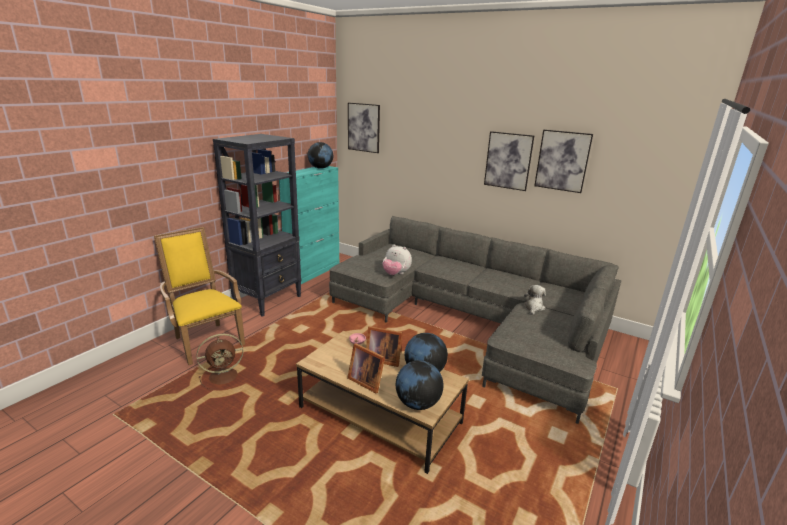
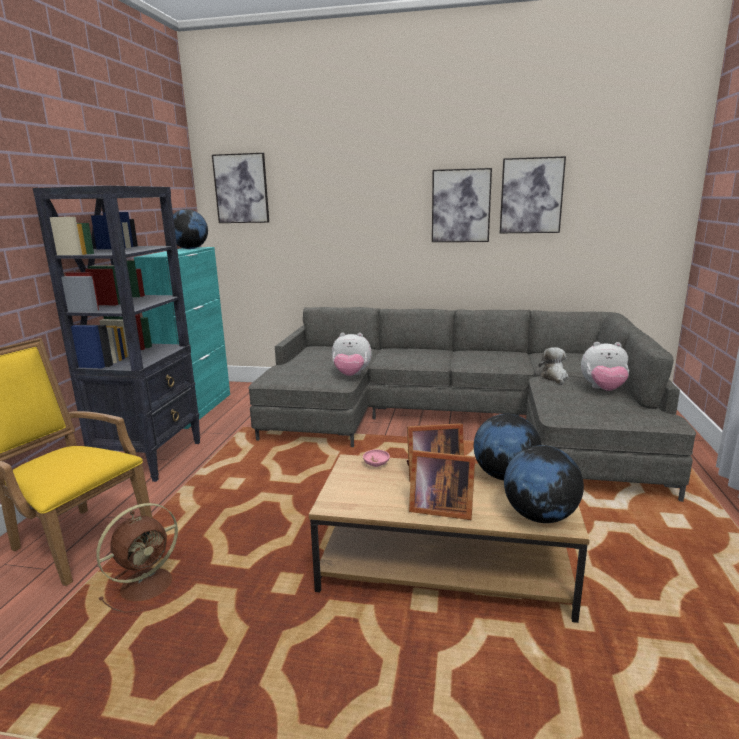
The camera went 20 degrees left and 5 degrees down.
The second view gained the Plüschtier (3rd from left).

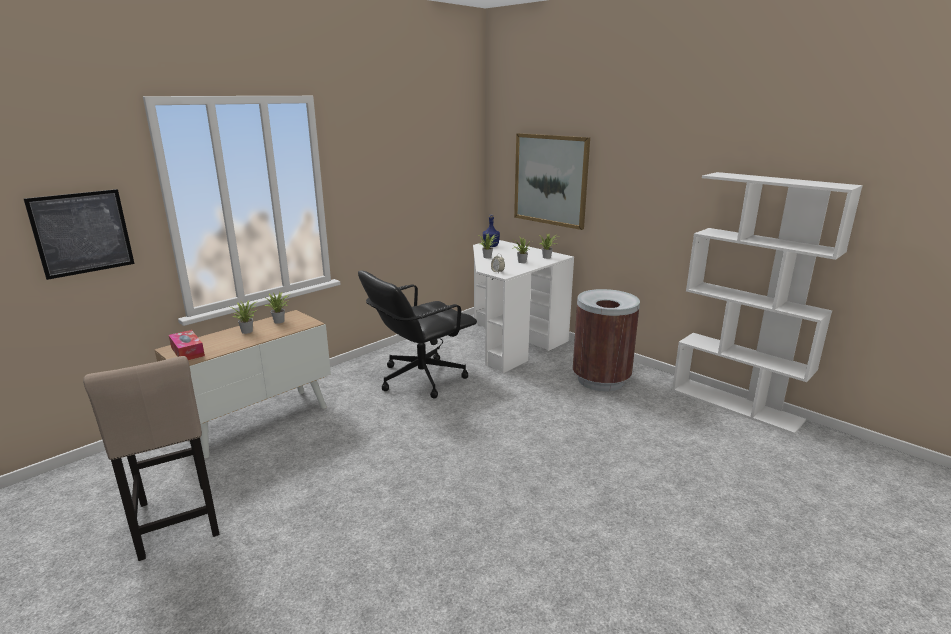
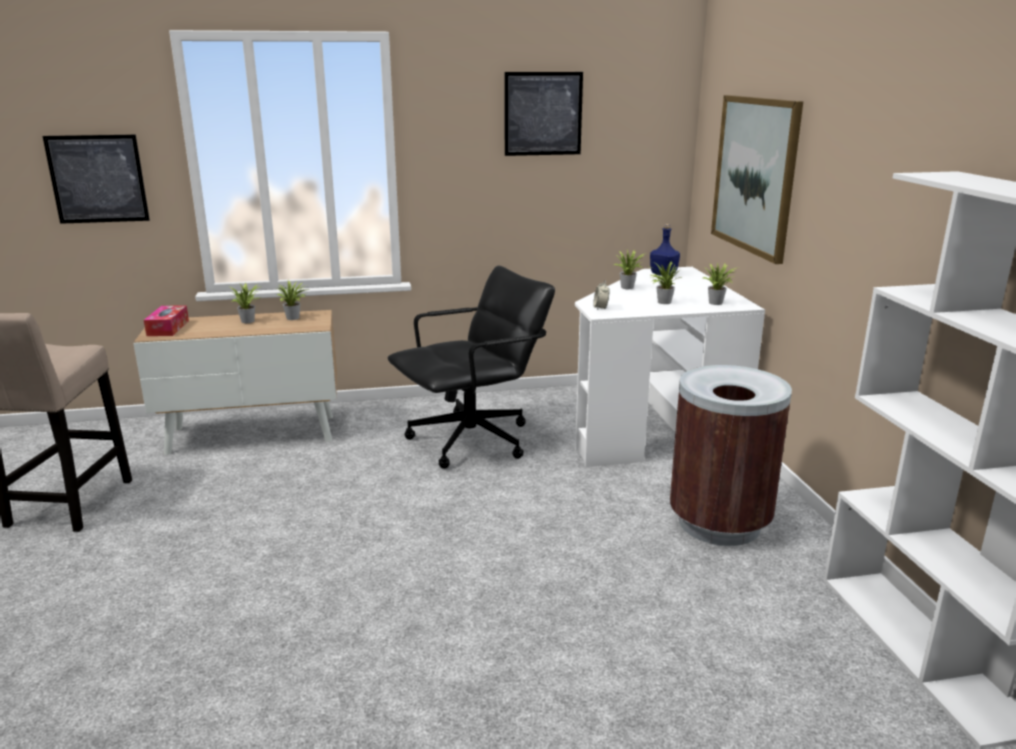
The camera went 35 degrees right and 0 degrees up.
The Bürostuhl/schwarz ended up facing another way, 150 degrees clockwise from before.
The second view gained the Bild (2nd from left).

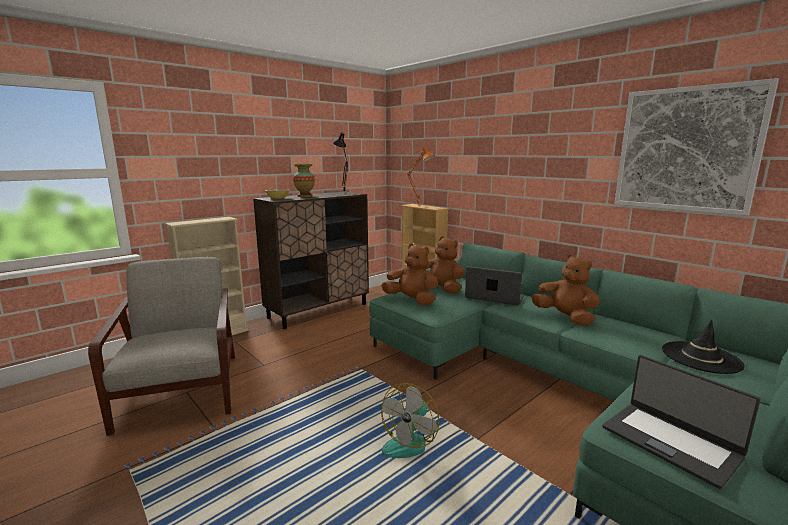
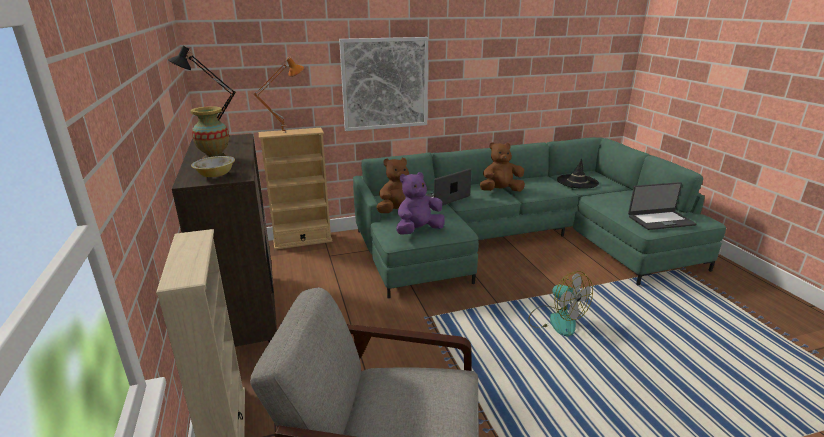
The camera went 65 degrees left and 10 degrees up.
The Bild ended up elsewhere.
What was the Plüschtier/braun (1st from left) turned into the Plüschtier/lila.

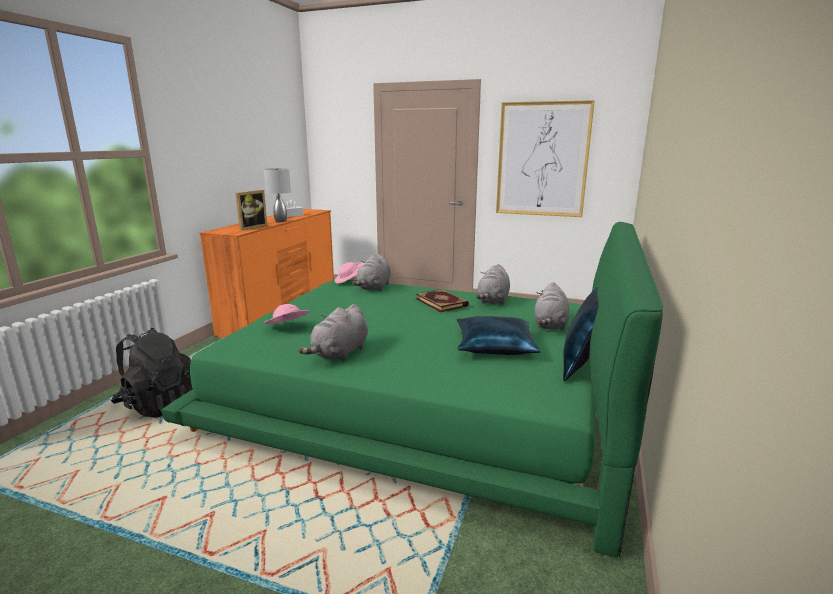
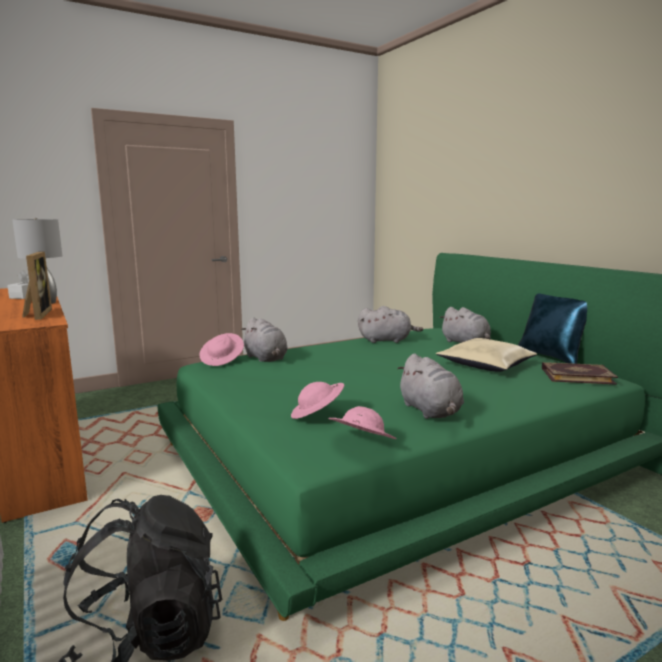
The camera went 50 degrees left and 5 degrees down.
The second view gained the Hut/rosa (3rd from left).
The Plüschtier/grau (3rd from left in the first image) ended up facing another way, 60 degrees counterclockwise from before.
What was the Kissen/blau (1st from left) turned into the Kissen/beige.
The Buch ended up elsewhere.
The second view lost the Bild.

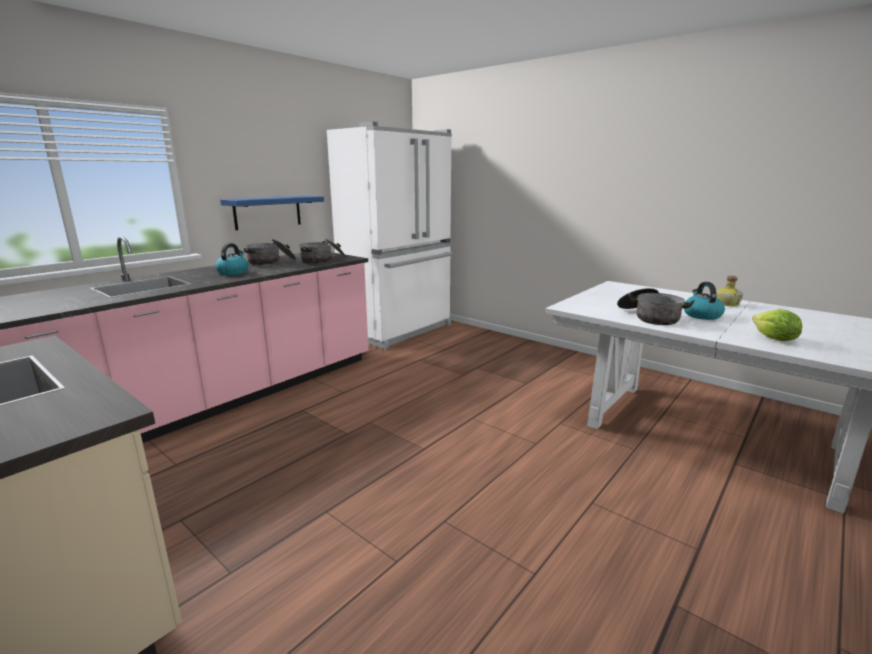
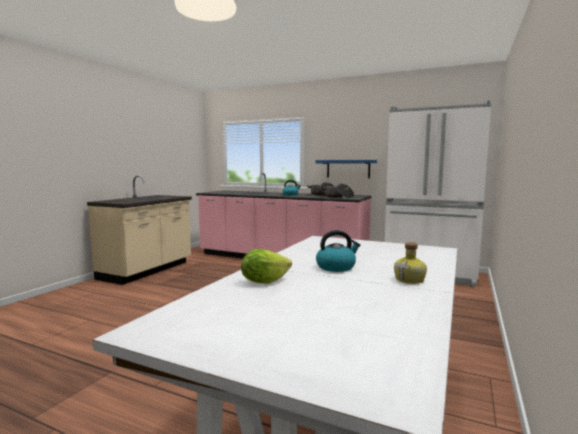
The camera went 75 degrees right and 10 degrees down.
The second view lost the Kochtopf (3rd from left).

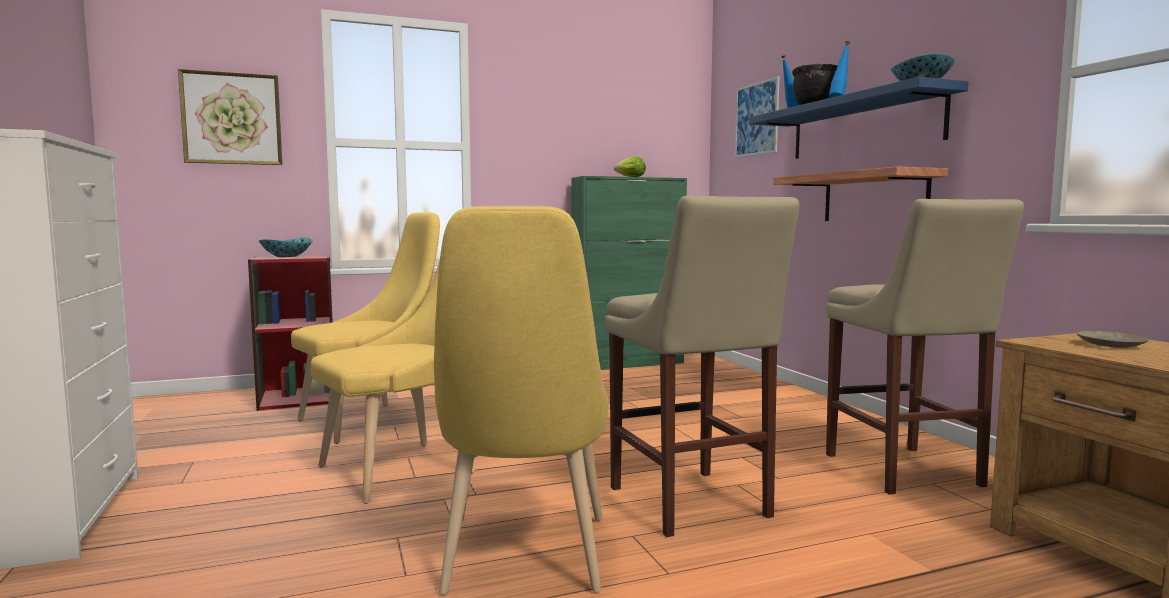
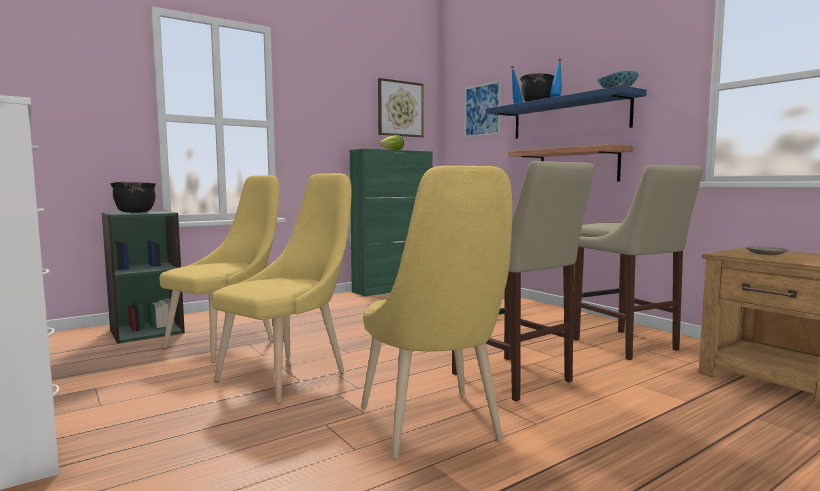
The camera went 15 degrees left and 0 degrees up.
What was the Bücherregal/rot turned into the Bücherregal/grün.
Where the Schüssel (1st from left) stood, the Kochtopf/schwarz (1st from left) came to stand.
The Bild (1st from left) ended up elsewhere.

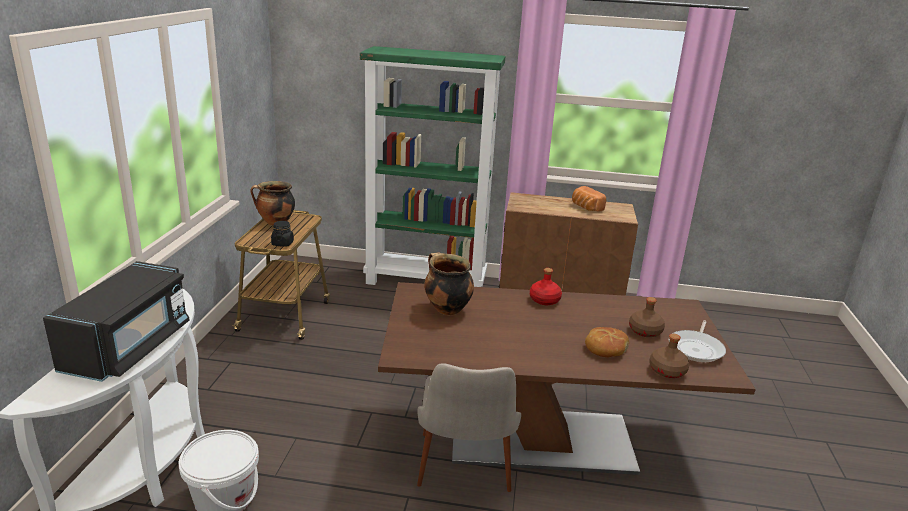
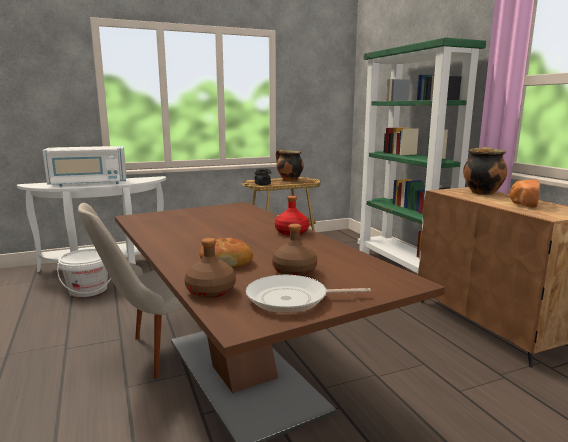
The camera went 60 degrees right and 10 degrees down.
What was the Mikrowelle/schwarz turned into the Mikrowelle/weiß.
The Kochtopf (2nd from left) ended up elsewhere.

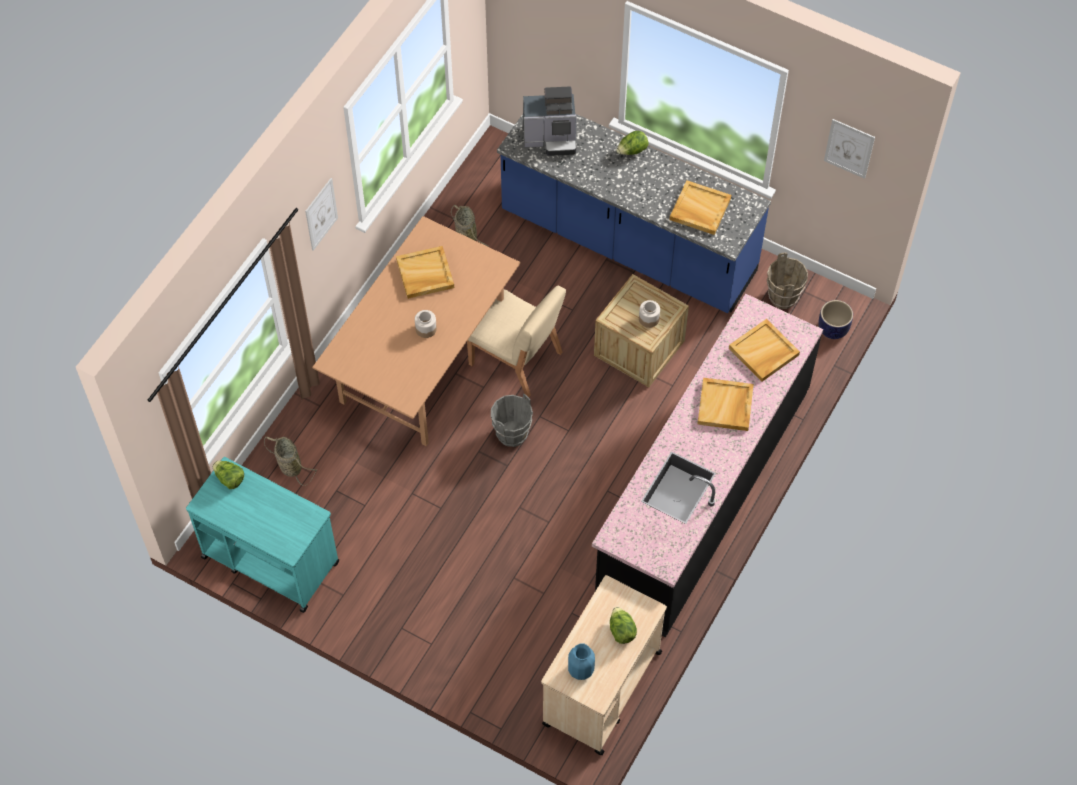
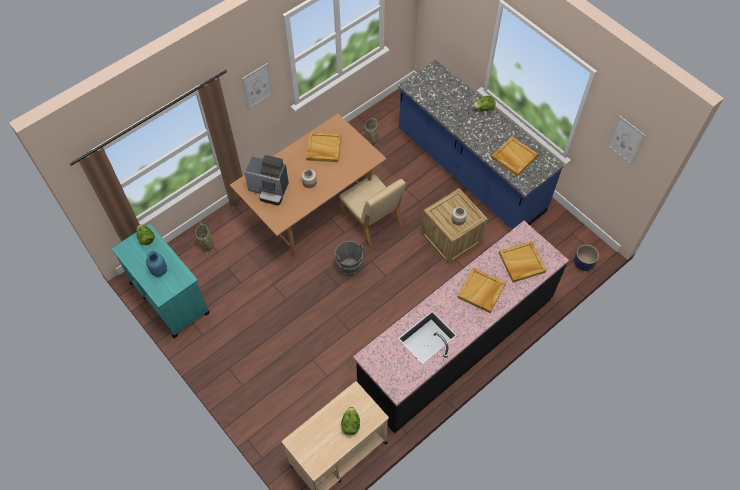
The camera went 20 degrees right and 0 degrees up.
The Vase/blau ended up elsewhere.
The Kaffeemaschine ended up elsewhere.
The second view lost the Eimer/braun.

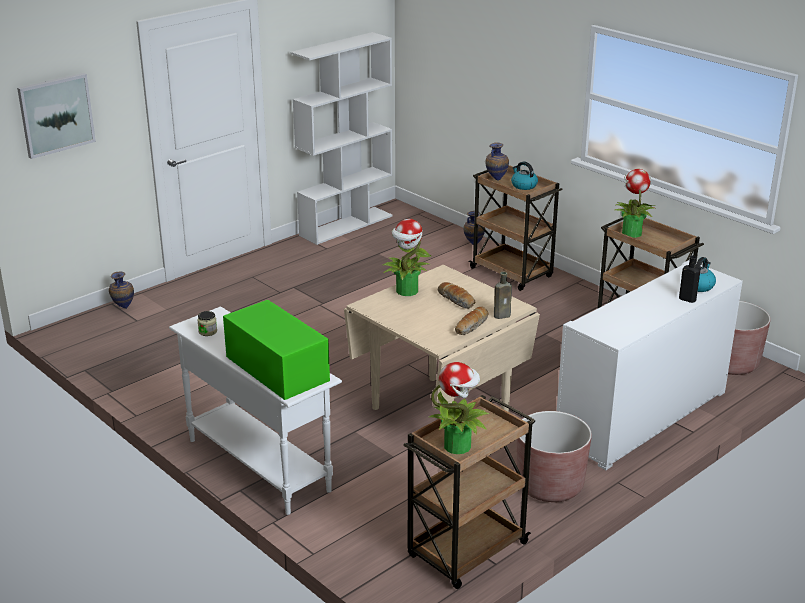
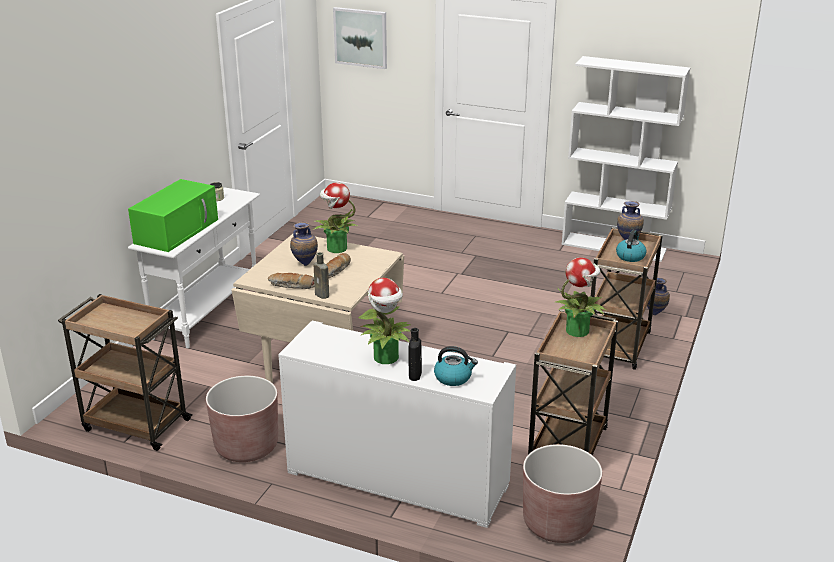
The camera went 65 degrees right and 0 degrees up.
The Vase (1st from left) ended up elsewhere.
The Topfpflanze (2nd from left) ended up elsewhere.

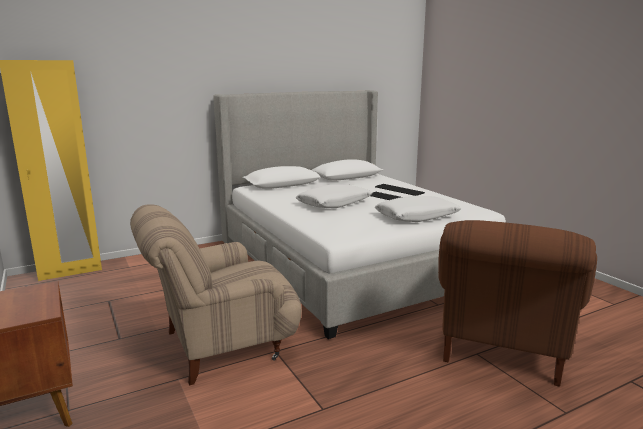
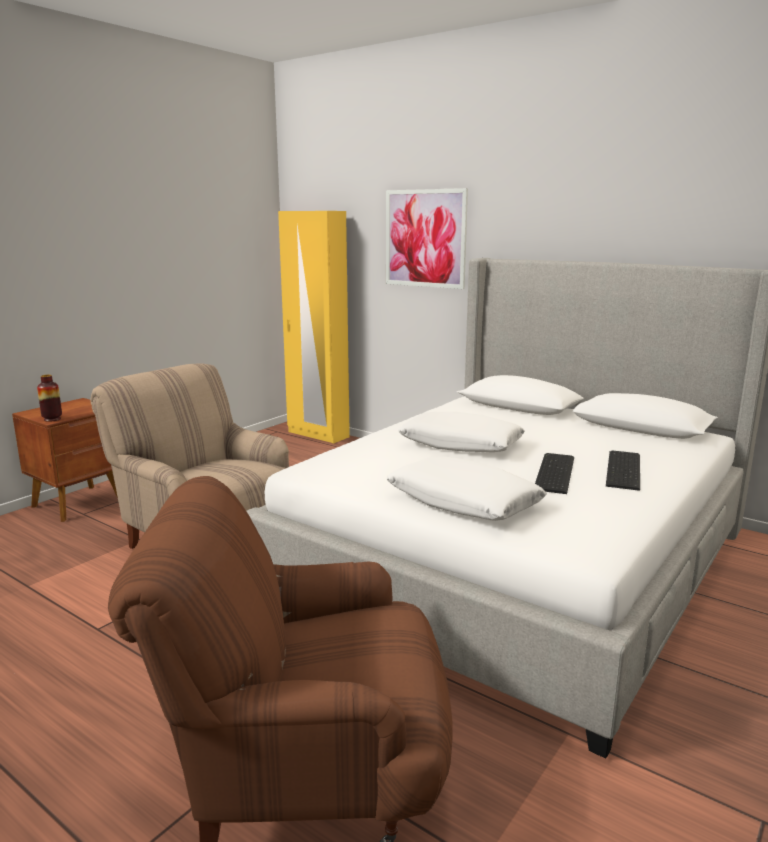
The camera went 65 degrees right and 0 degrees up.
The second view gained the Vase.
The second view gained the Bild.

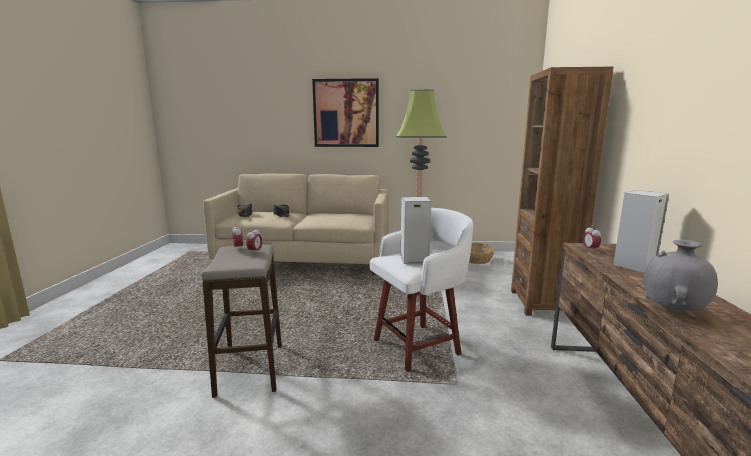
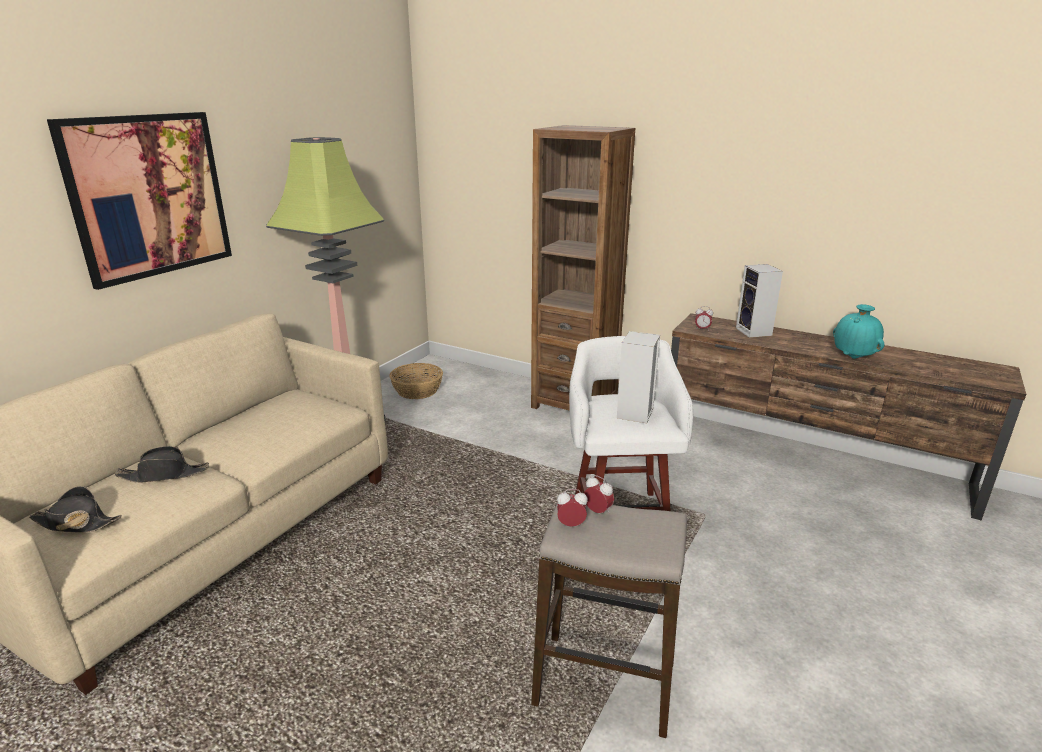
The camera went 65 degrees left and 10 degrees up.
What was the Vase/grau turned into the Vase/türkis.

